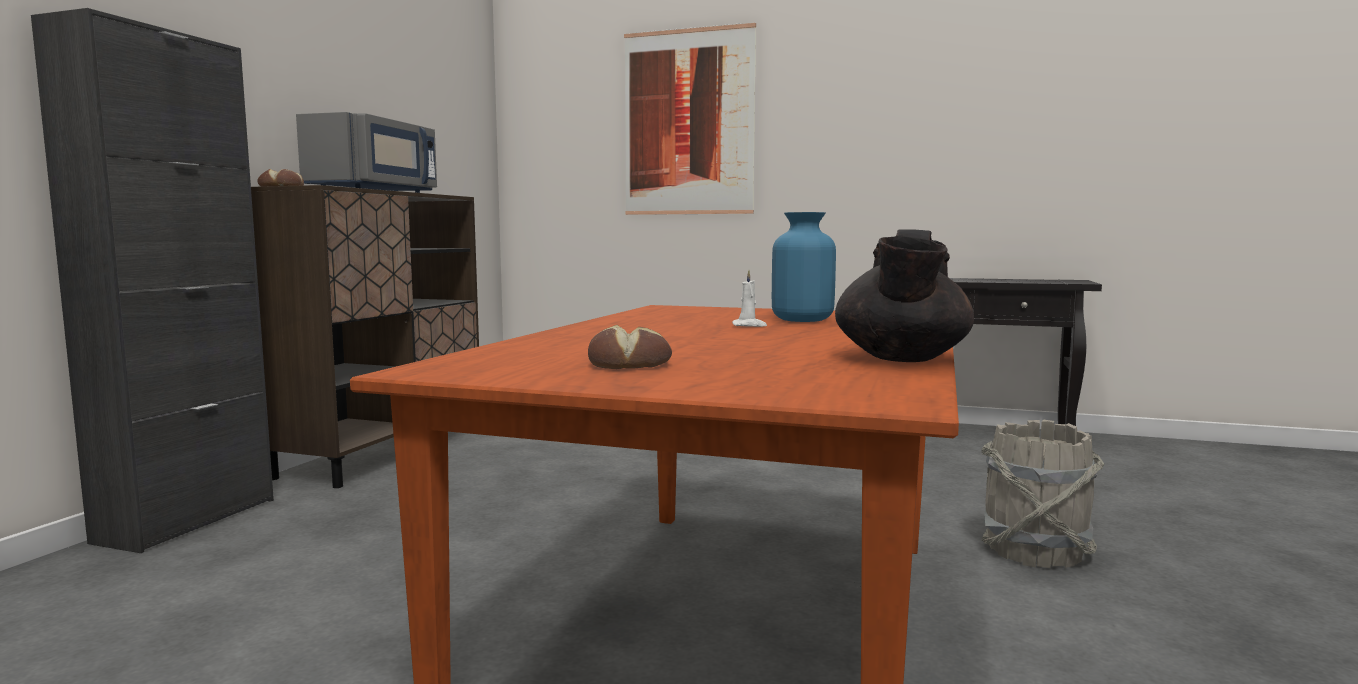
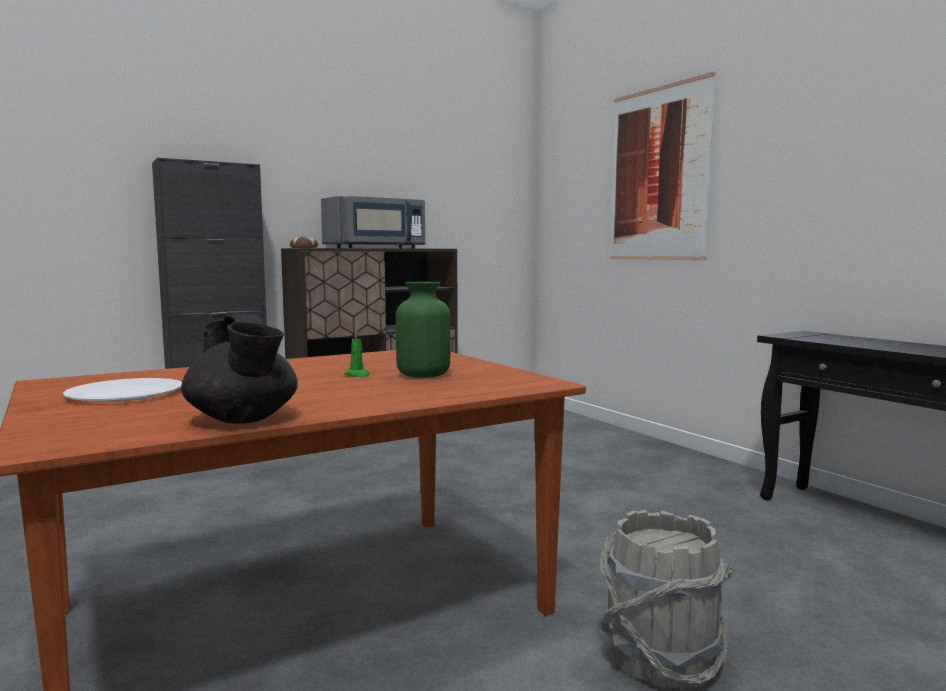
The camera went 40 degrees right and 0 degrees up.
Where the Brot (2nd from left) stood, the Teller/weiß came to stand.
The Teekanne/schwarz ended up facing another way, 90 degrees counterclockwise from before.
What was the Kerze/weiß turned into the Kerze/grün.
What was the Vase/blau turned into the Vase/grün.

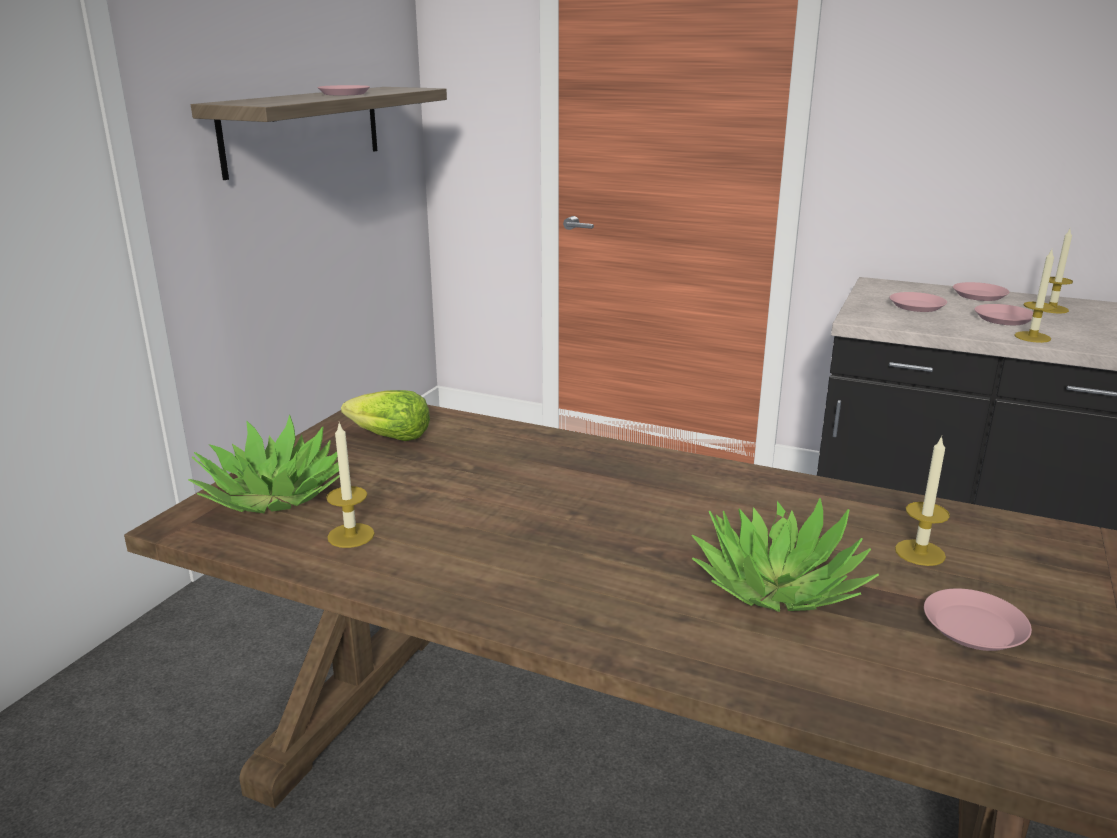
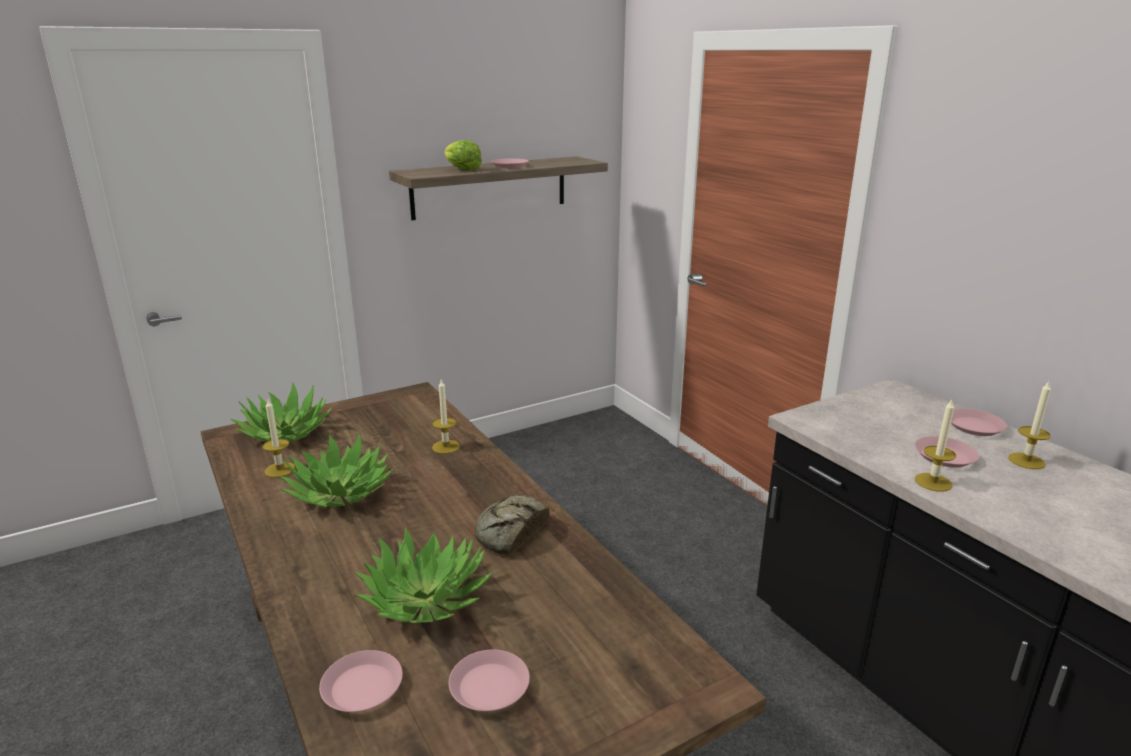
The camera went 35 degrees right and 0 degrees up.
The second view gained the Topfpflanze (2nd from left).
The Teller/rosa (2nd from left in the first image) ended up elsewhere.
The Kerze (2nd from left) ended up elsewhere.
The Salatkopf ended up elsewhere.
The second view gained the Brot.

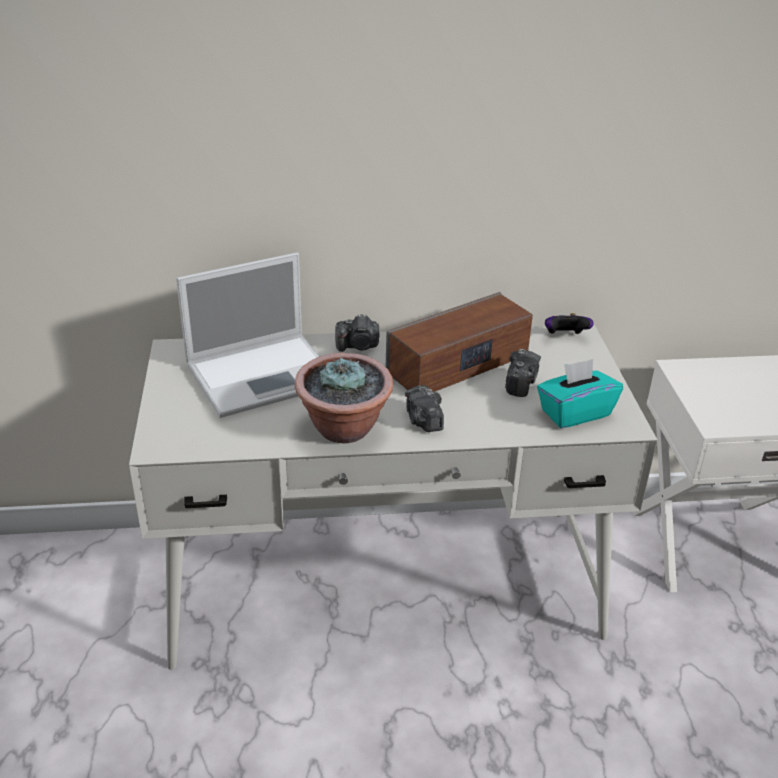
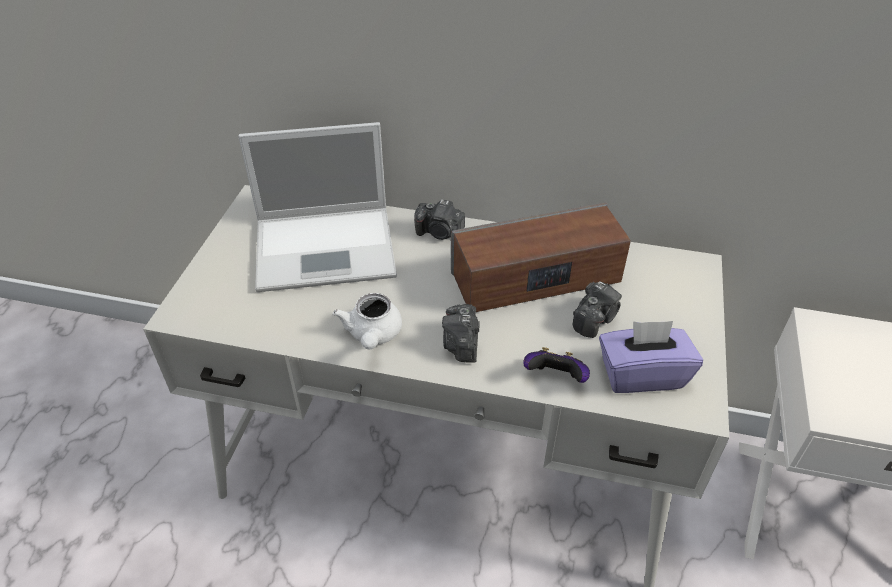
The camera went 20 degrees right and 10 degrees up.
Where the Topfpflanze stood, the Teekanne/weiß came to stand.
The Gamepad ended up elsewhere.
What was the Taschentuchbox/türkis turned into the Taschentuchbox/lila.

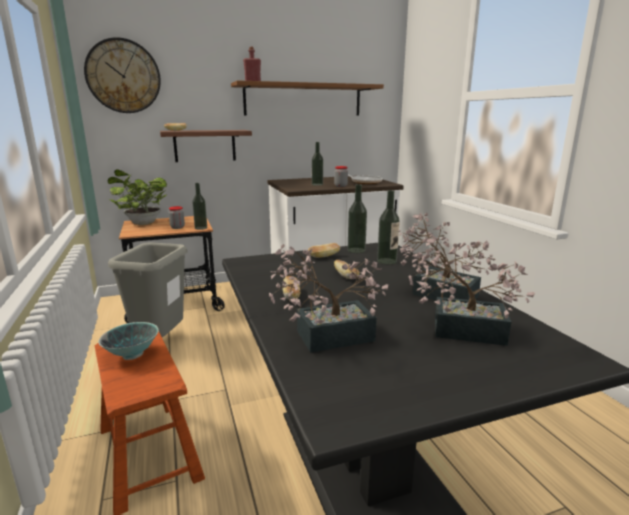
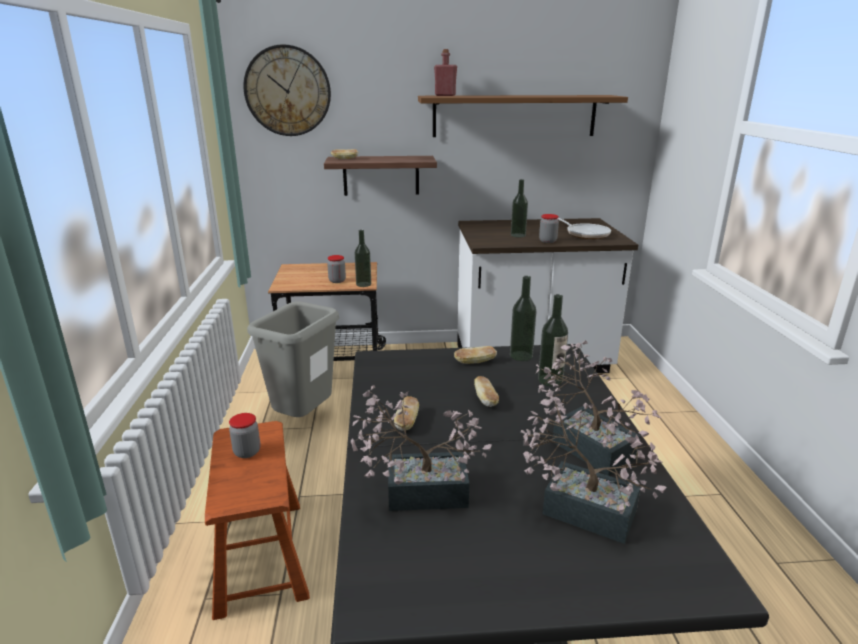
The camera went 15 degrees right and 5 degrees up.
Where the Schüssel stood, the Vorratsglas (1st from left) came to stand.
The second view lost the Topfpflanze (1st from left).

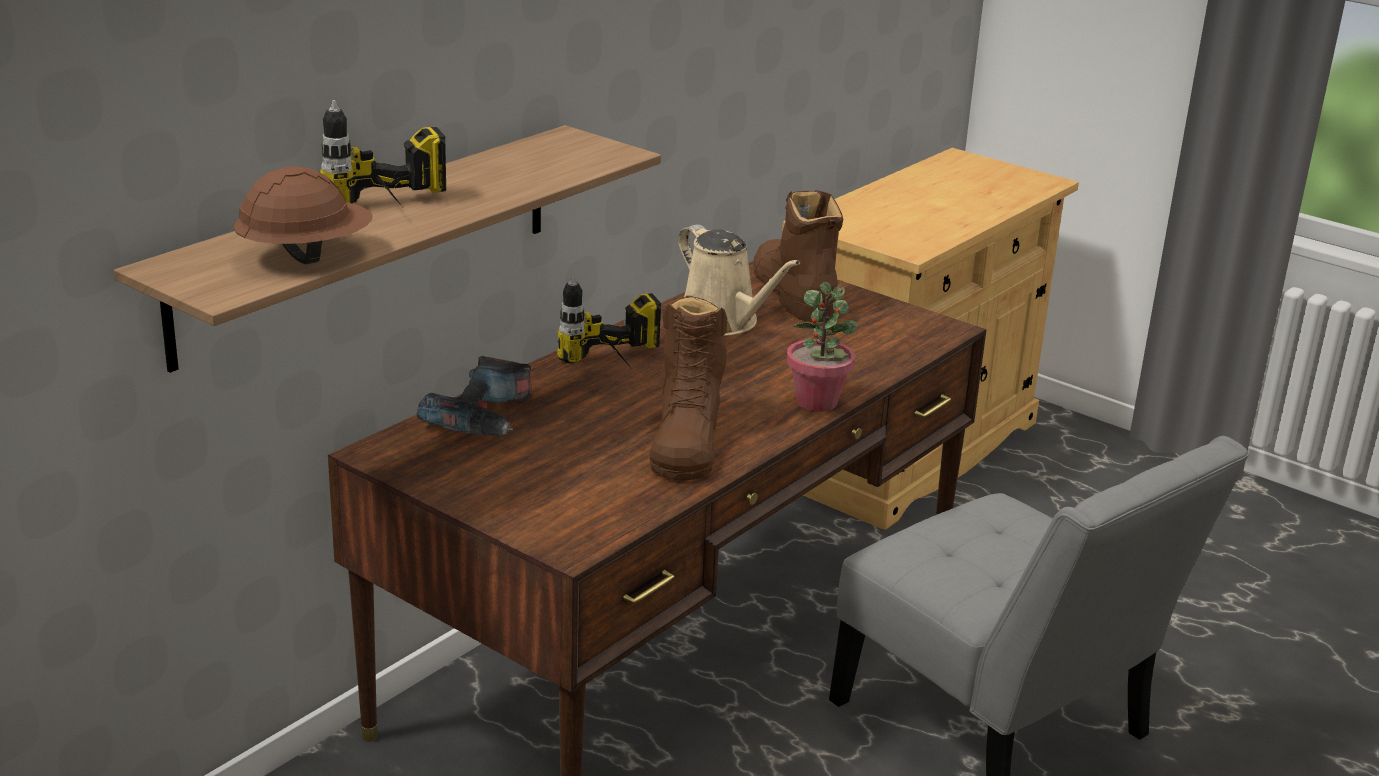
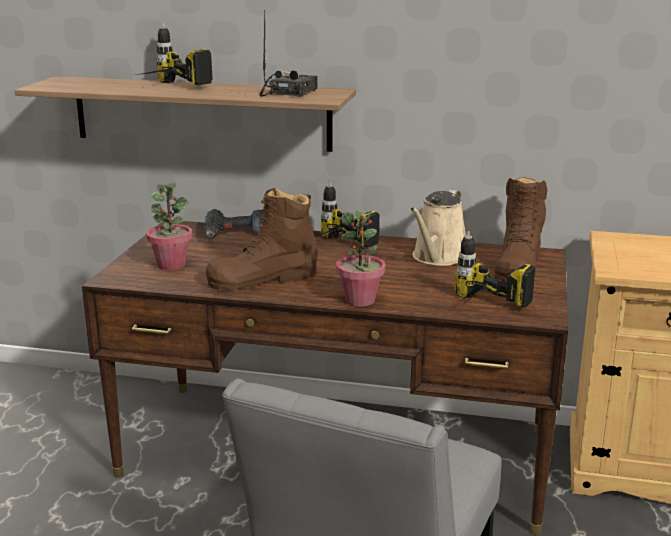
The camera went 65 degrees right and 5 degrees down.
The second view gained the Topfpflanze (1st from left).
The second view gained the Radio.
The second view gained the Bohrmaschine (4th from left).
The Stiefel/braun (2nd from left) ended up facing another way, 150 degrees clockwise from before.
The second view lost the Schutzhelm/braun.

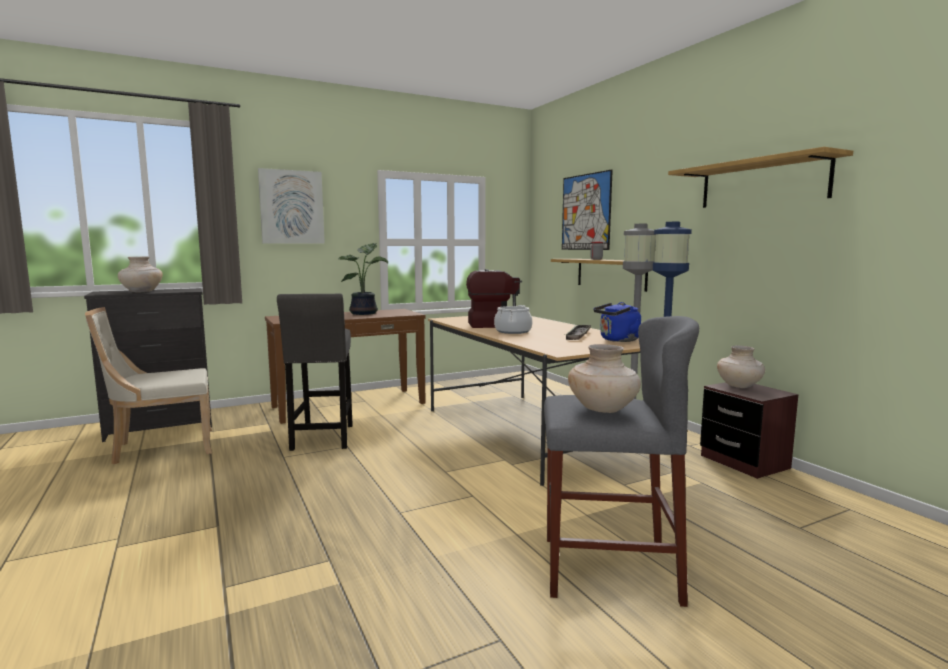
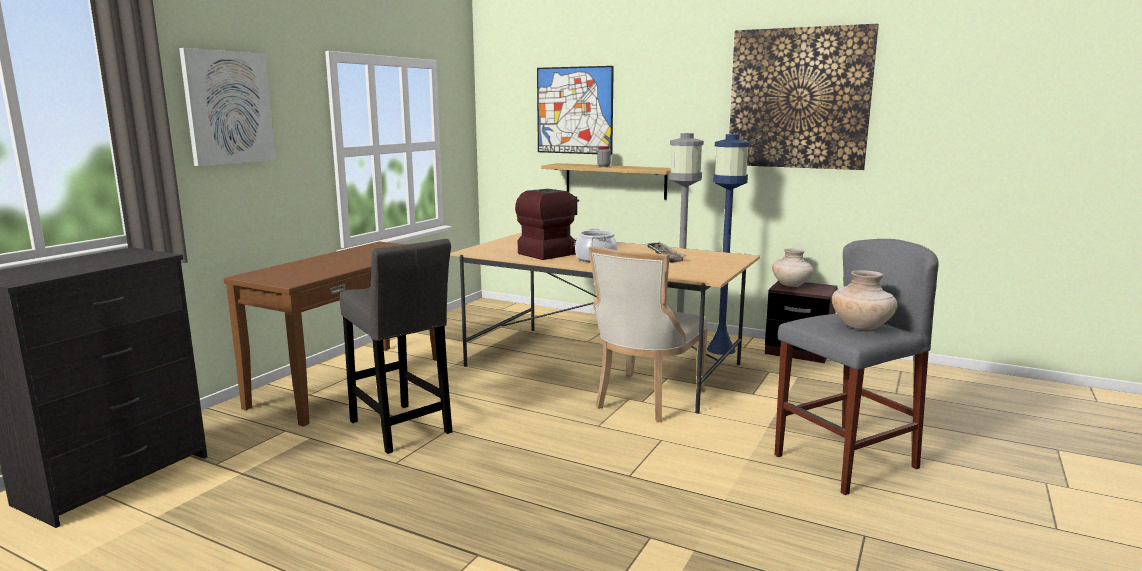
The camera went 35 degrees left and 5 degrees up.
The Stuhl/beige ended up elsewhere.
Where the Wandregal (2nd from left) hung, the Bild (3rd from left) came to hang.
The second view lost the Vase/beige (1st from left).
The second view lost the Topfpflanze.
The second view lost the Wasserkessel/blau.

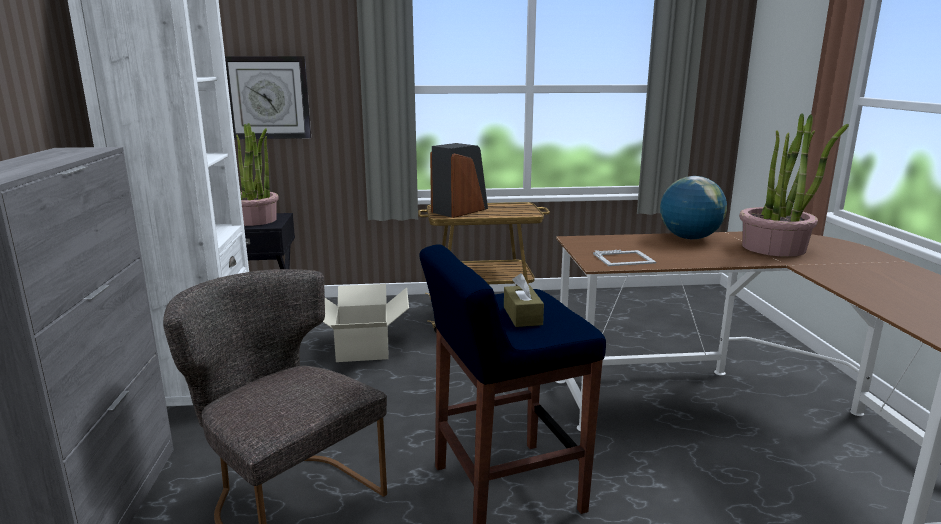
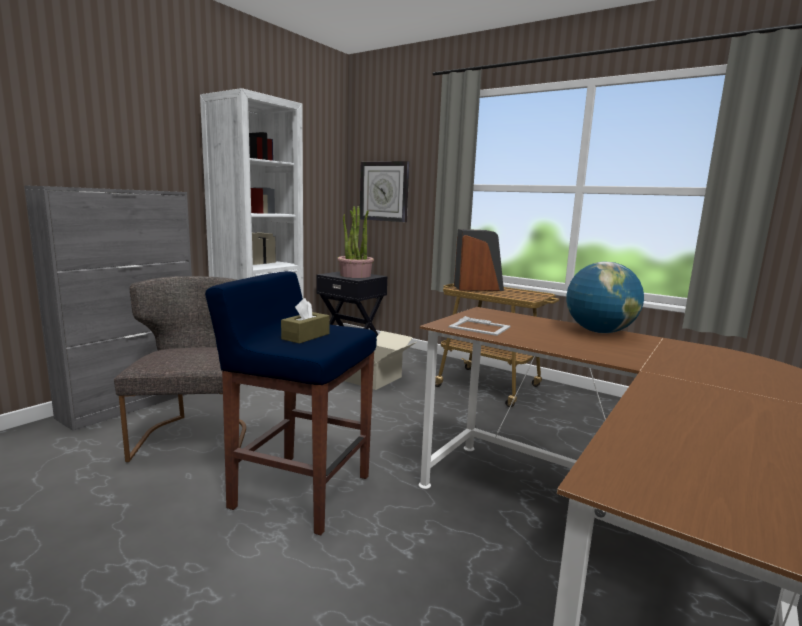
The camera went 40 degrees right and 5 degrees down.
The second view lost the Topfpflanze (2nd from left).

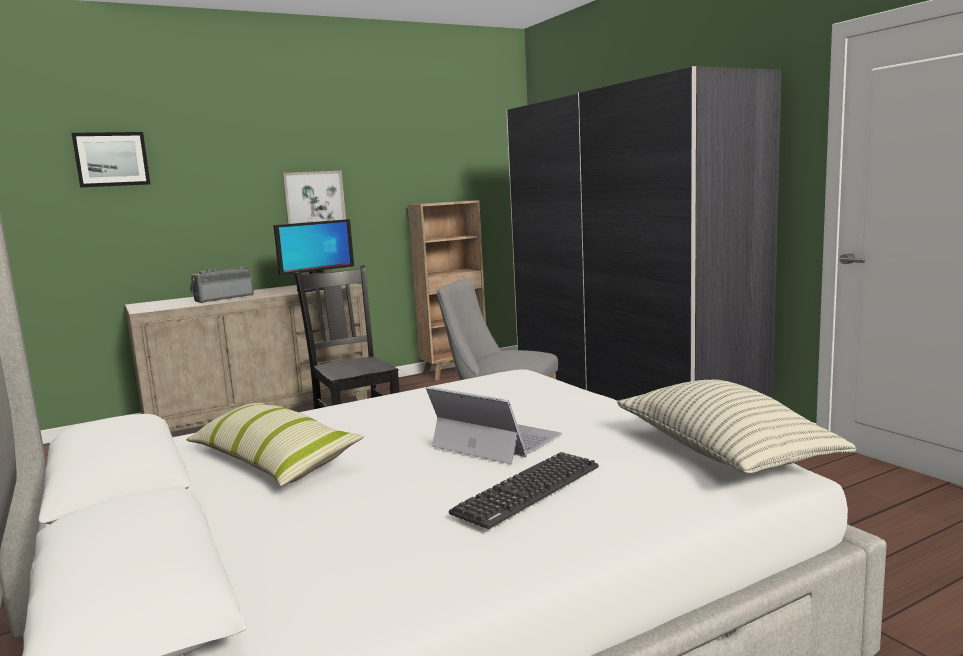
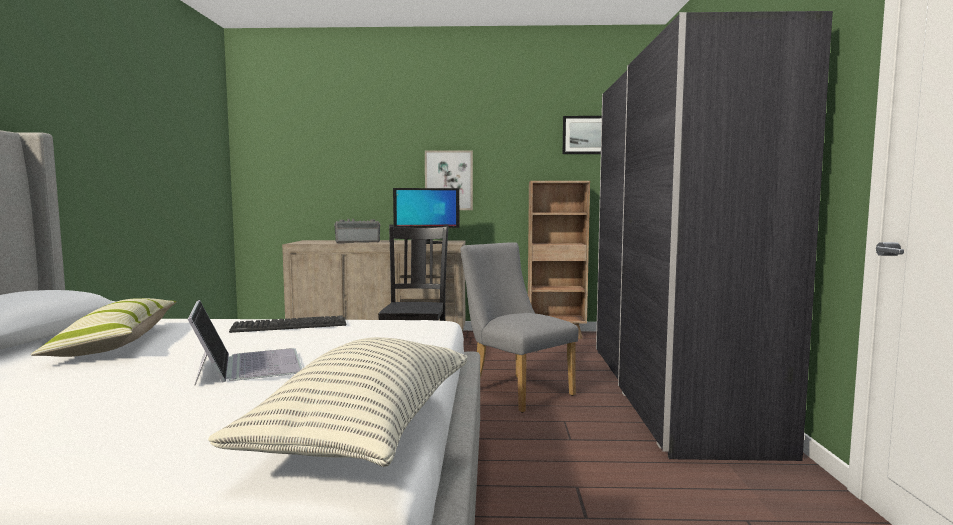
The camera went 30 degrees right and 5 degrees down.
The Tastatur ended up elsewhere.
The Bild (1st from left in the first image) ended up elsewhere.

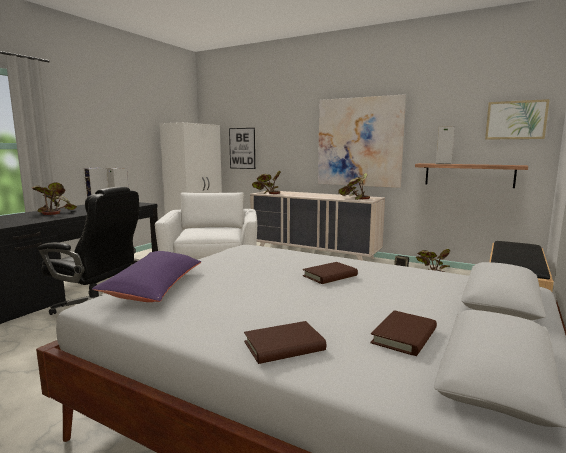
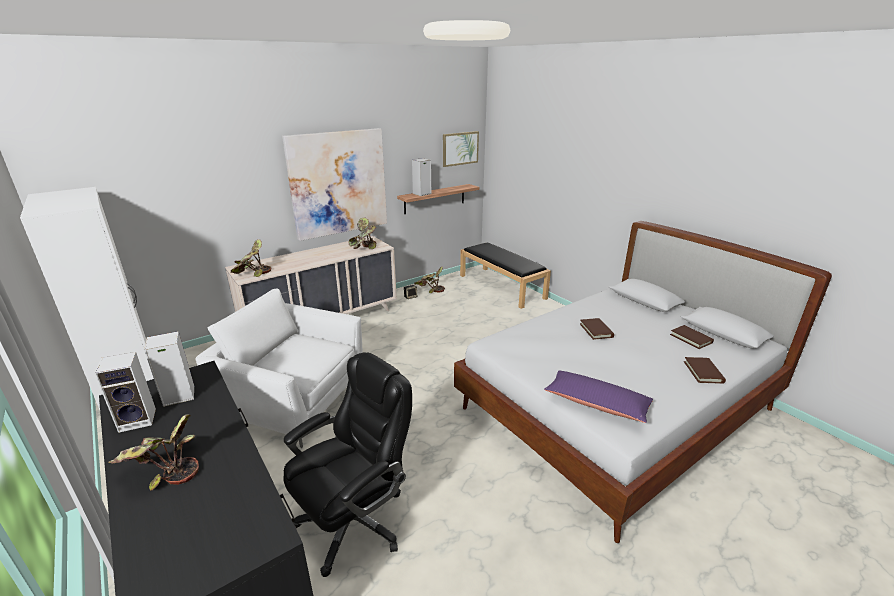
The camera went 65 degrees left and 15 degrees up.
The second view lost the Bild (1st from left).

